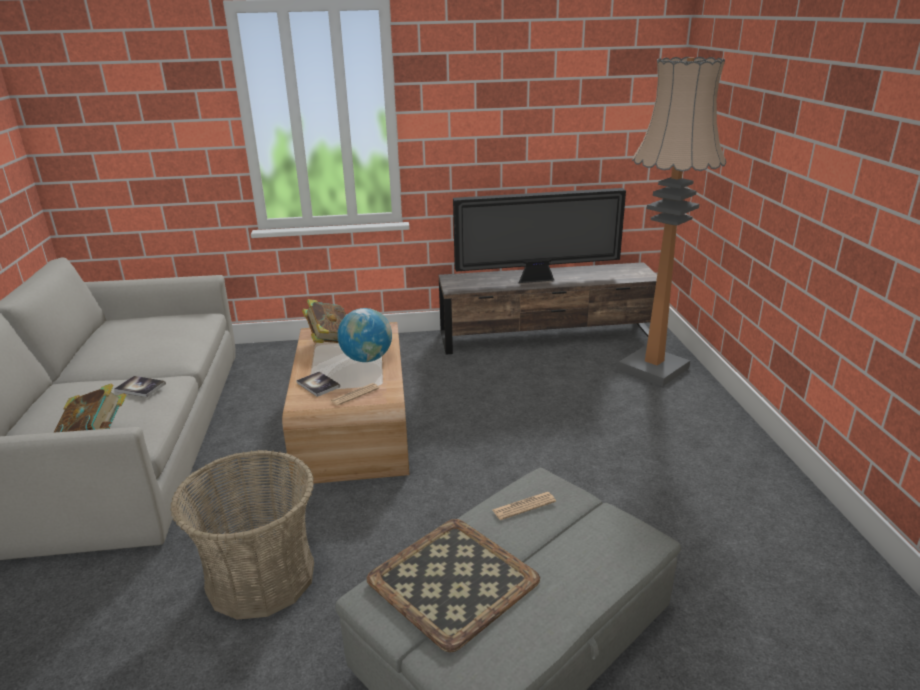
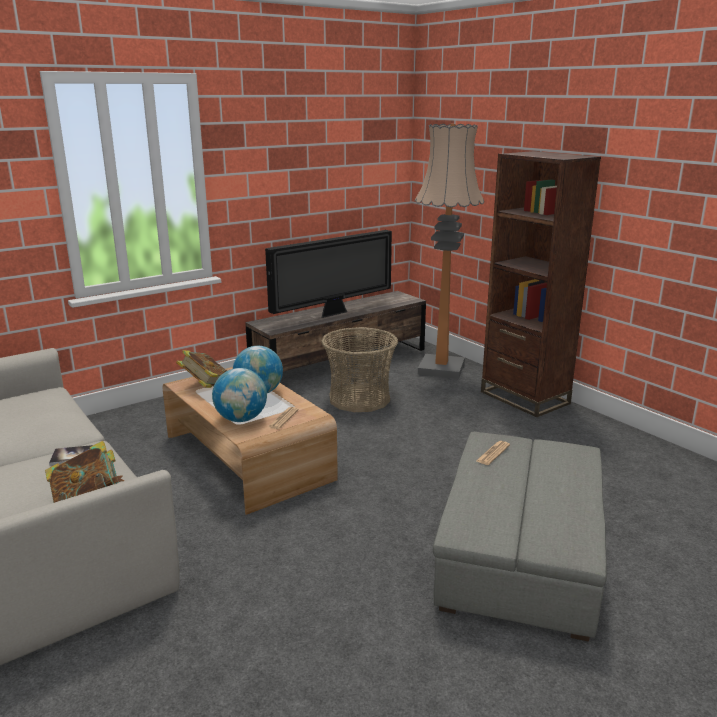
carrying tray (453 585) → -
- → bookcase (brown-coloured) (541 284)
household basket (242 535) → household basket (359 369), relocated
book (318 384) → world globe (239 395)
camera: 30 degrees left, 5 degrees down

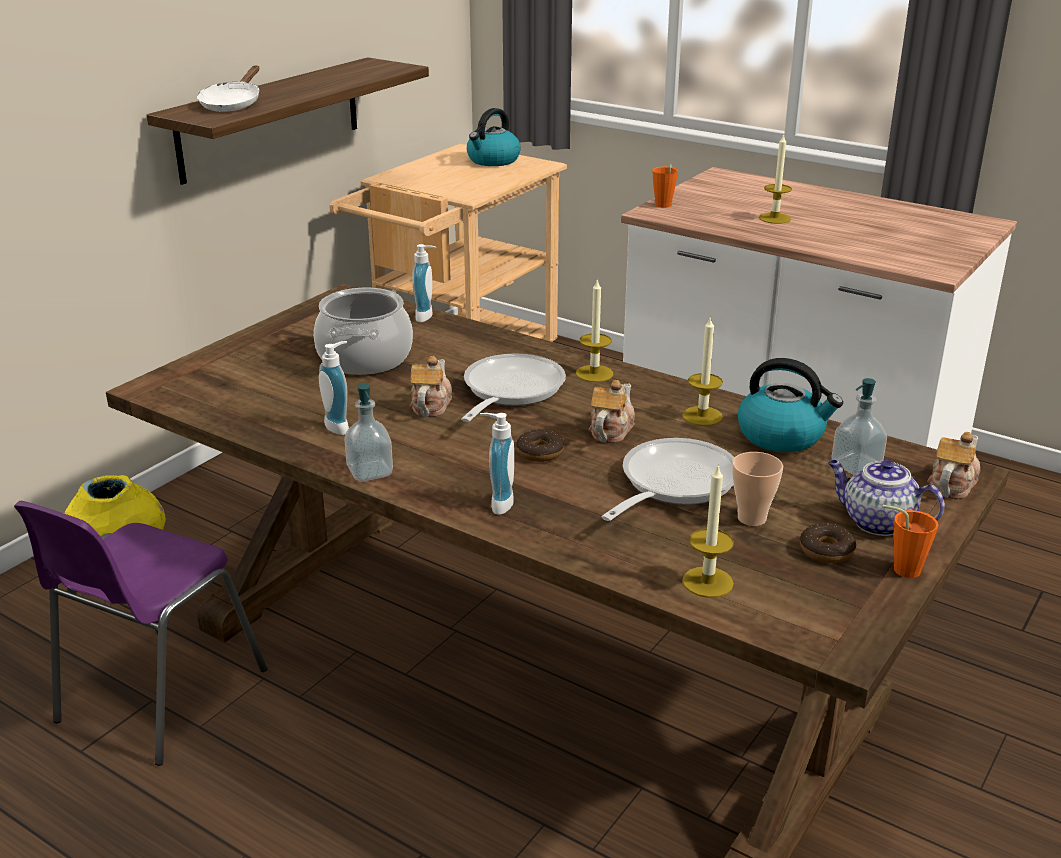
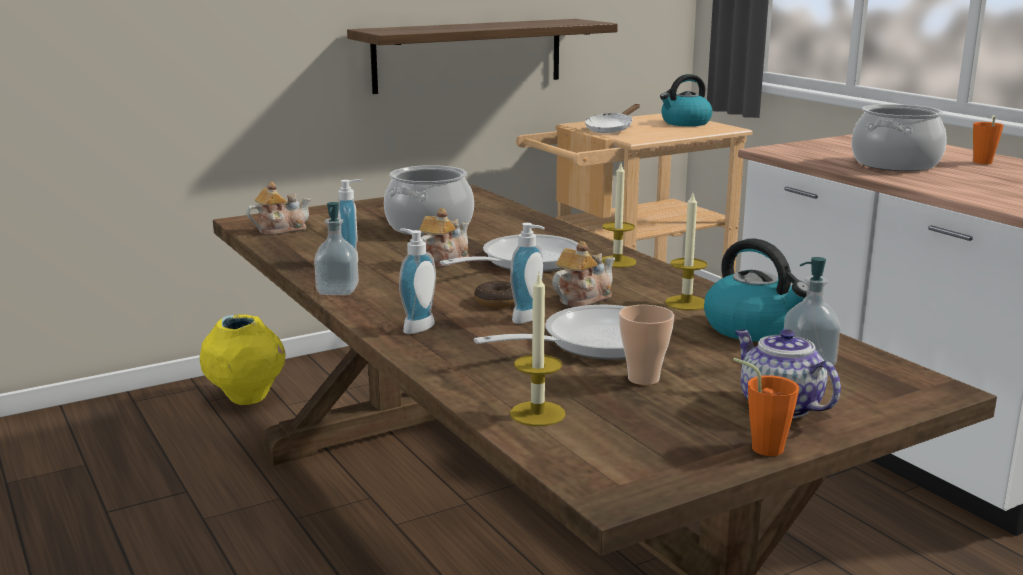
chair (purplish) (140 633) → -
donut (828 543) → -
pan (white) (228 89) → pan (white) (612 118), relocated
soap dispenser (424 283) → soap dispenser (527 273), relocated
drinking cup (orange-coloured) (665 185) → drinking cup (orange-coloured) (988 139), relocated
pot for tea (953 466) → pot for tea (278 208), relocated
candle (775 178) → saucepot (899 137)
camera: 25 degrees right, 10 degrees down

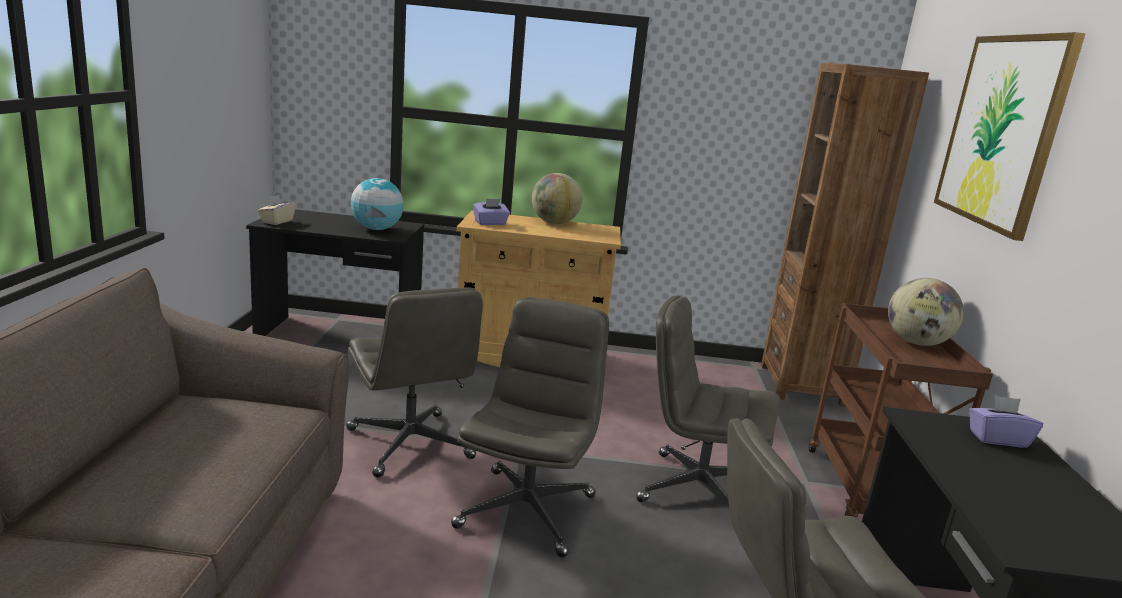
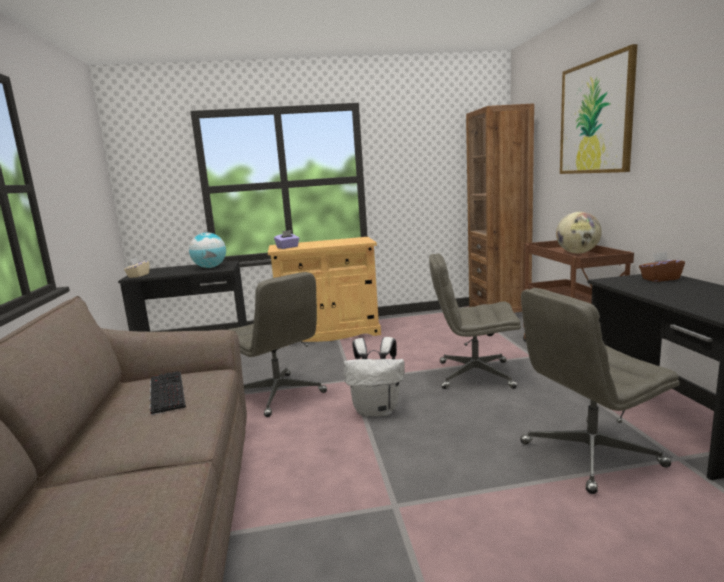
world globe (557 198) → -
- → PC keyboard (167 393)
desk chair (gray) (530 427) → backpack (white) (374 377)
box of tissues (purplish) (1006 421) → box of tissues (brown-coloured) (662 267)
camera: 10 degrees left, 5 degrees down

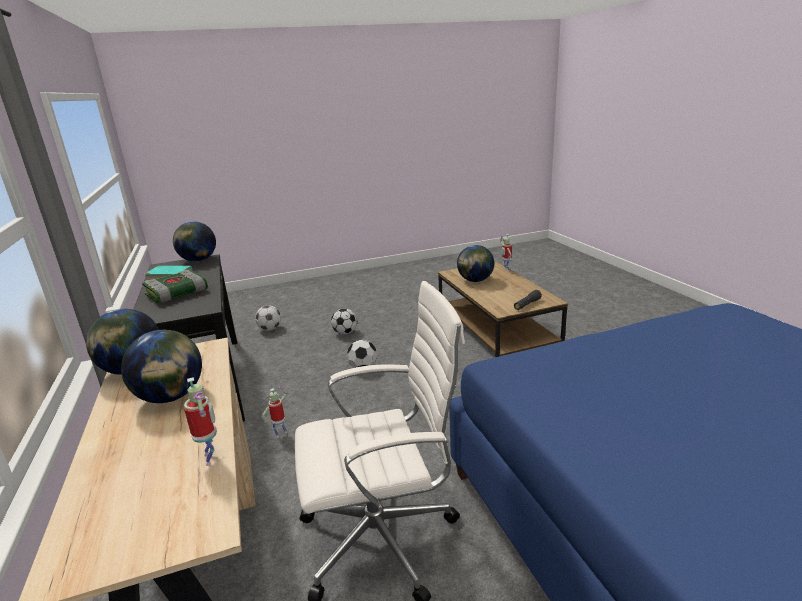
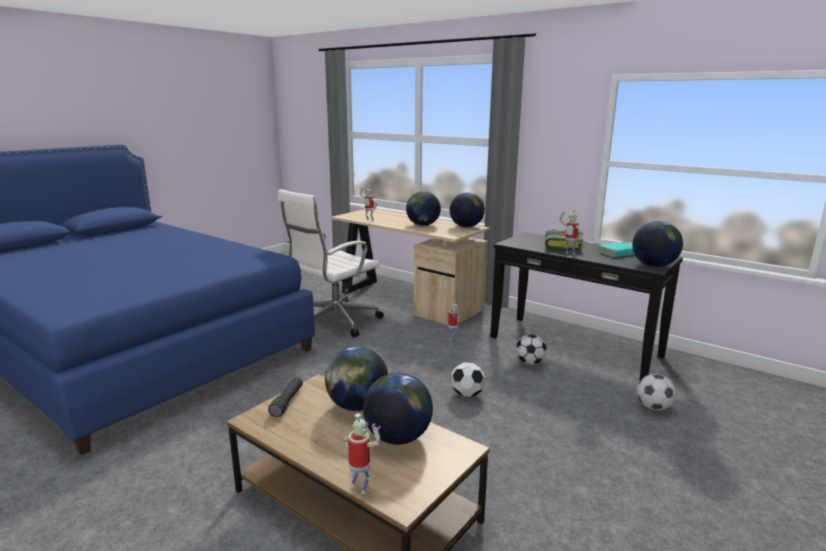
- → world globe (356 379)
- → toy robot (572 232)
football (344 321) → football (531 349), relocated
camera: 145 degrees right, 5 degrees down

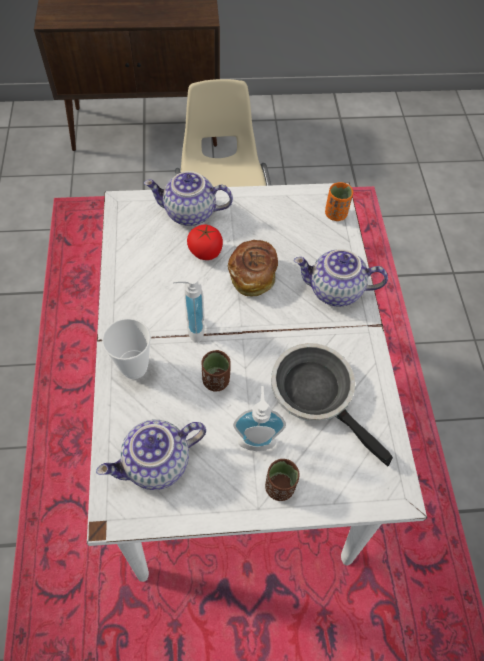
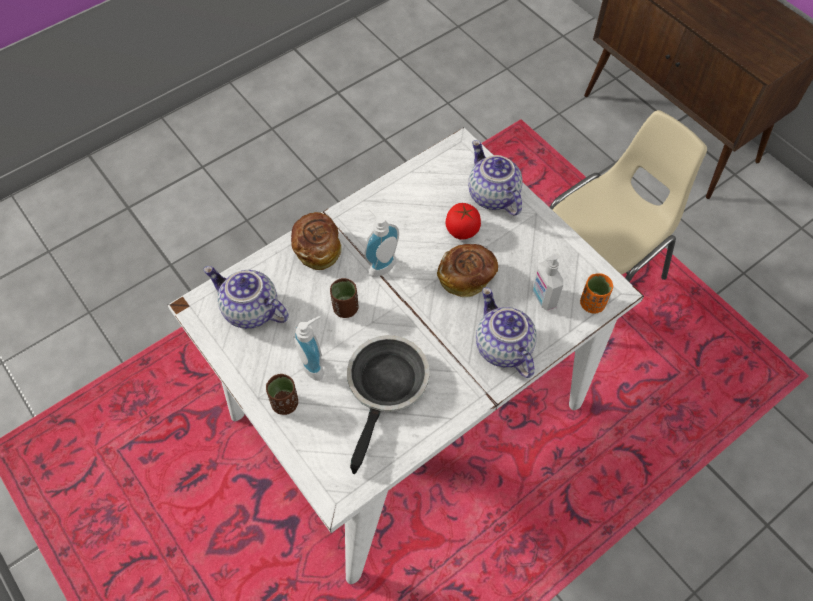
- → soap dispenser (547 282)
drinking cup (126 348) → bakery bread (316 241)
camera: 60 degrees right, 0 degrees up

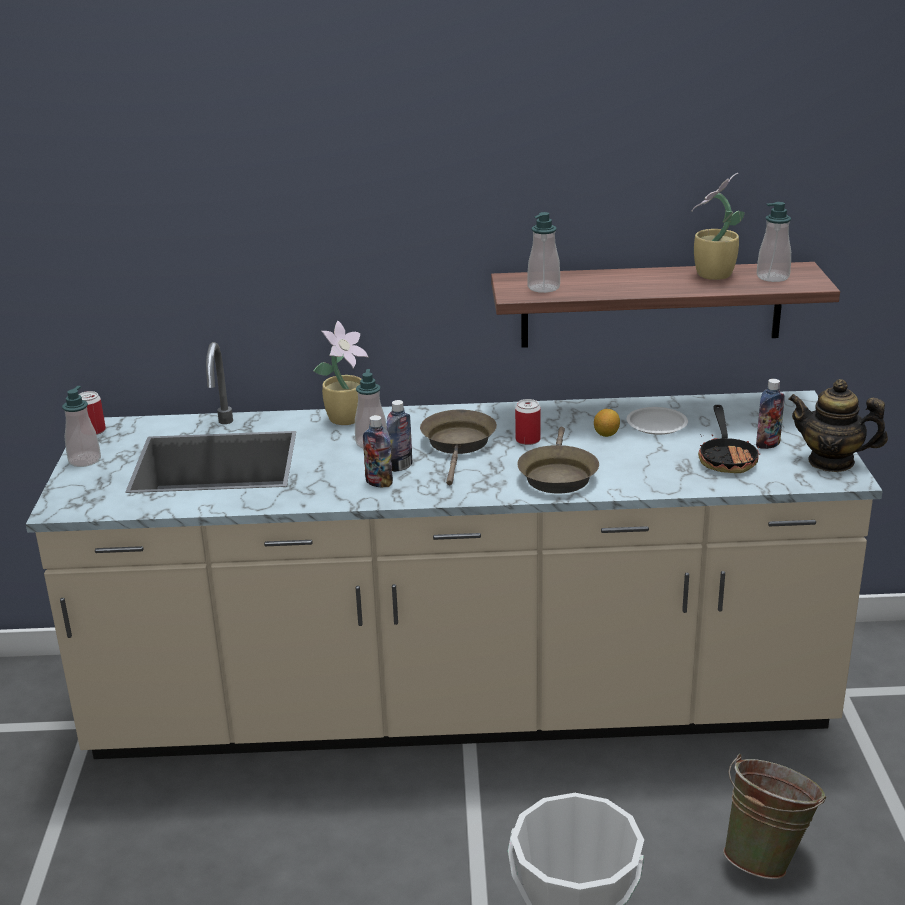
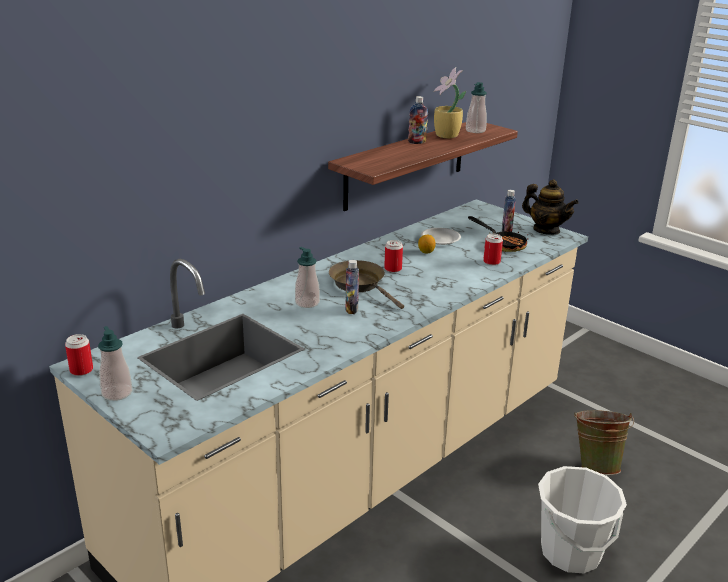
houseplant (340 372) → -
pan (brown-coloured) (558 460) → -
soap dispenser (543 252) → -
- → can (493 249)
drink bottle (378 451) → drink bottle (418 120), relocated
pot for tea (838 425) → pot for tea (550 207), 120 degrees counterclockwise
camera: 45 degrees left, 0 degrees up

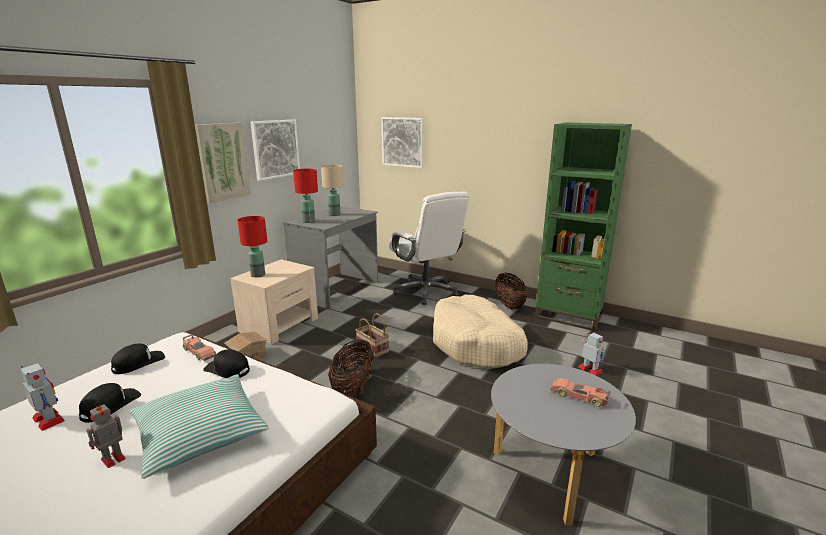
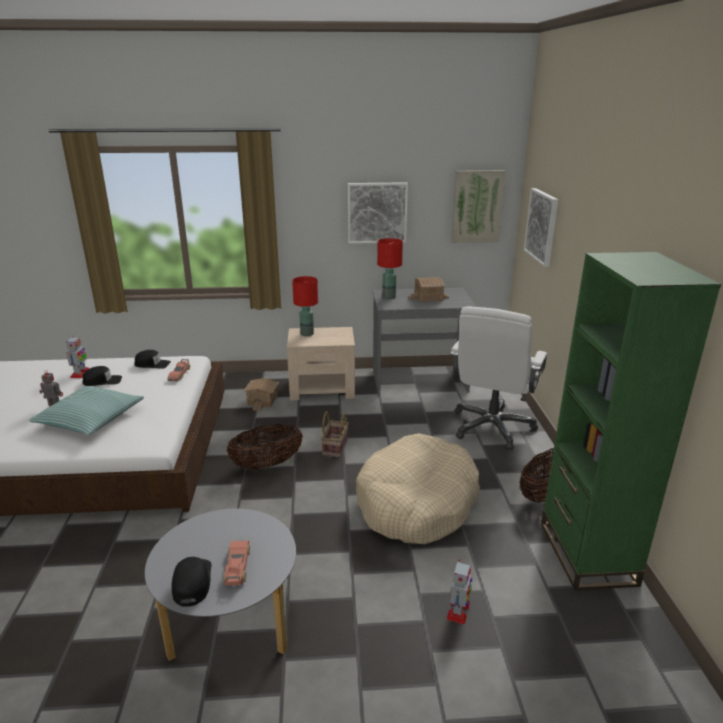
wall art (223 163) → wall art (478 206), relocated
peaked cap (blackish) (226 363) → peaked cap (blackish) (191 582), relocated
tabletop lamp (sand-coloured) (332 190) → toy house (428 289)
camera: 55 degrees right, 5 degrees up

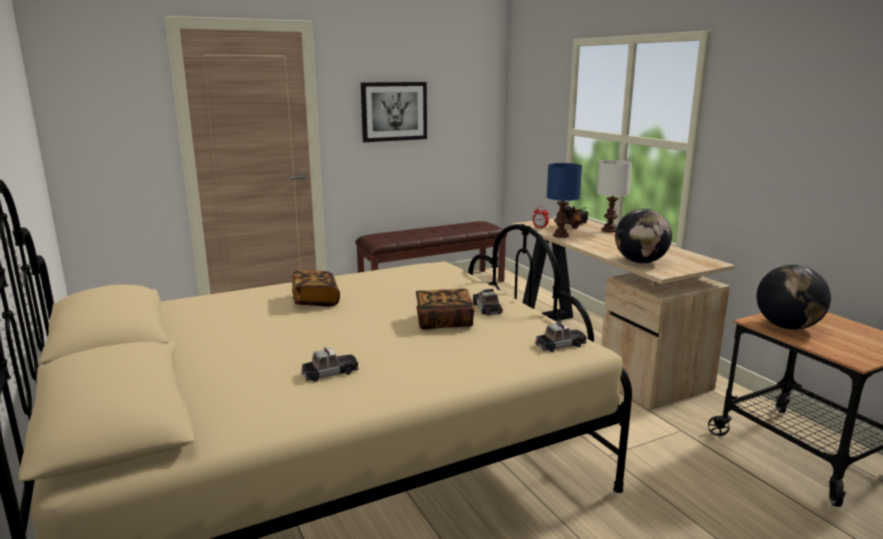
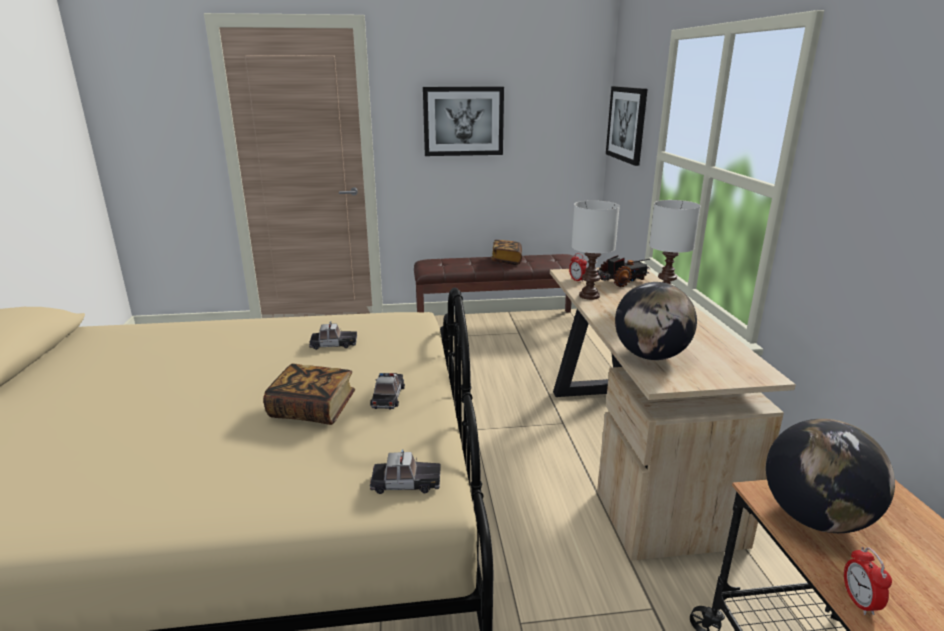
- → wall art (627 126)
- → bedside clock (868 581)
book (316 289) → book (506 252), relocated
model car (330 364) → model car (333 335), relocated
tabletop lamp (blue) (564 200) → tabletop lamp (white) (596 250)
camera: 20 degrees right, 5 degrees up

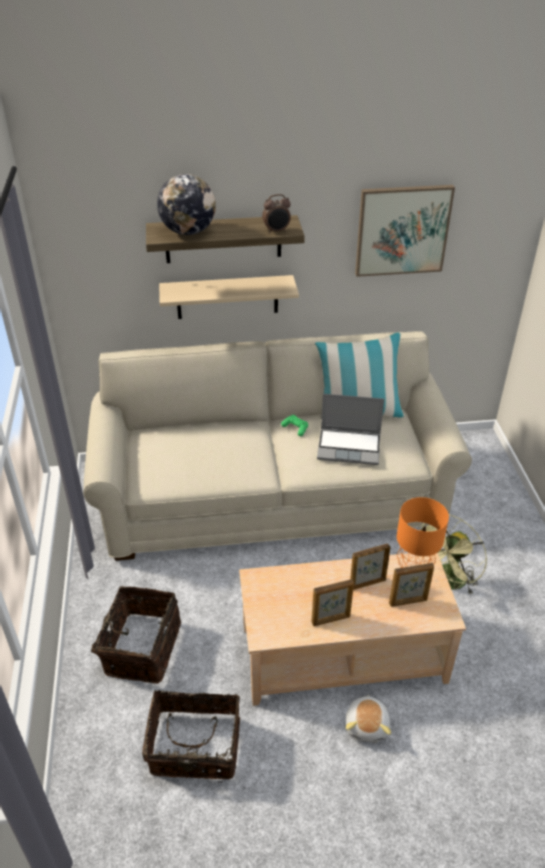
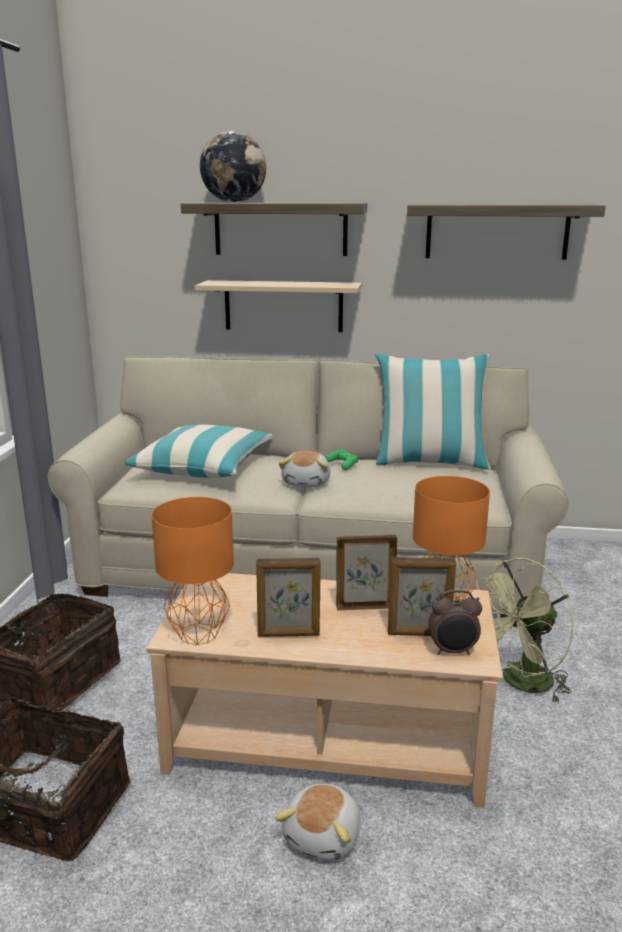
laptop (350 429) → -
- → pillow (199 451)
- → tabletop lamp (orange-coloured) (192 571)
- → soft toy (304 468)
bedside clock (276 214) → bedside clock (455 622), relocated
wall art (405 231) → wall shelf (506 232)
camera: 15 degrees right, 20 degrees down

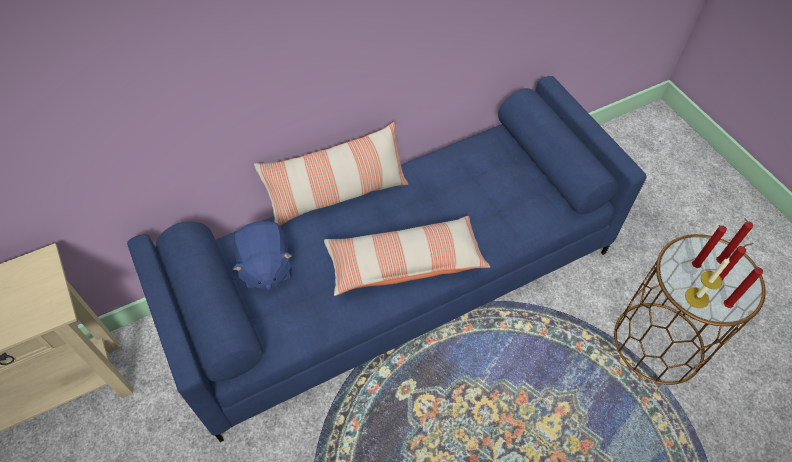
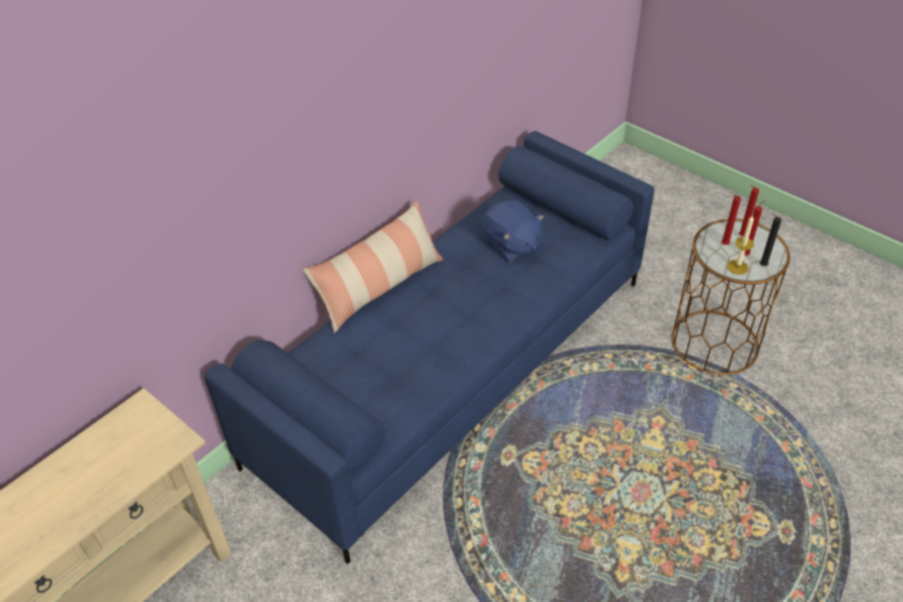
pillow (407 256) → -
soft toy (blue) (262 255) → soft toy (blue) (512 231), relocated
candle (reddish) (743 286) → candle (blackish) (771 240)
camera: 20 degrees left, 10 degrees down

